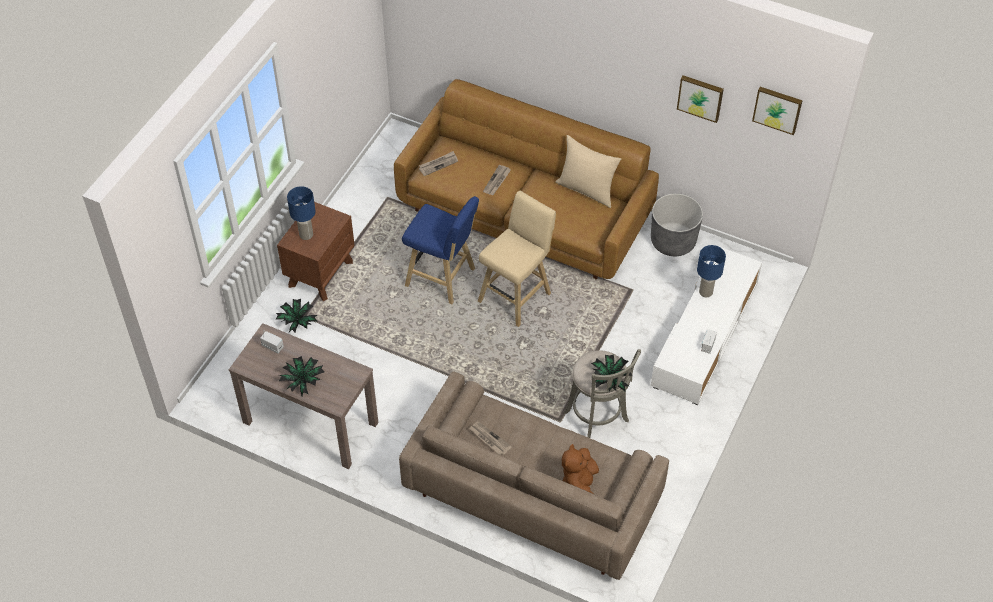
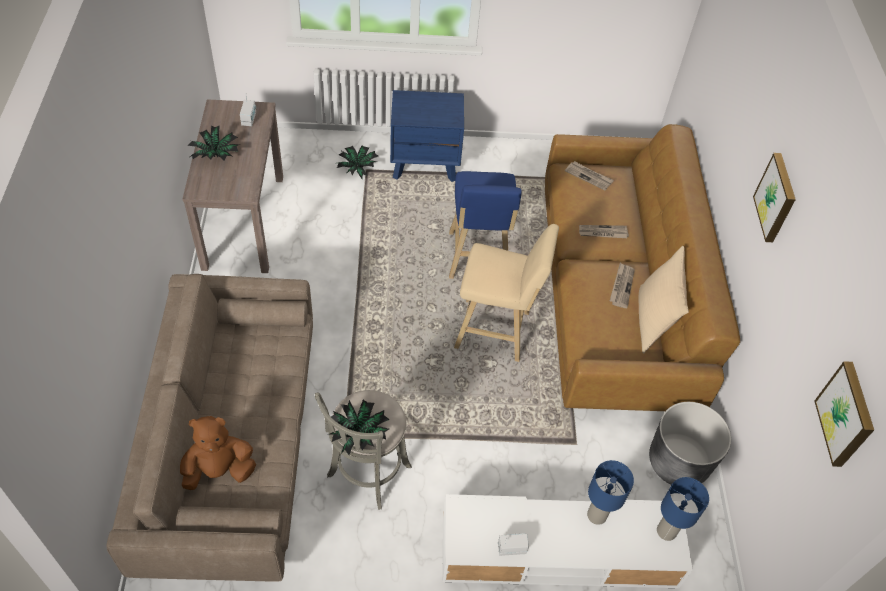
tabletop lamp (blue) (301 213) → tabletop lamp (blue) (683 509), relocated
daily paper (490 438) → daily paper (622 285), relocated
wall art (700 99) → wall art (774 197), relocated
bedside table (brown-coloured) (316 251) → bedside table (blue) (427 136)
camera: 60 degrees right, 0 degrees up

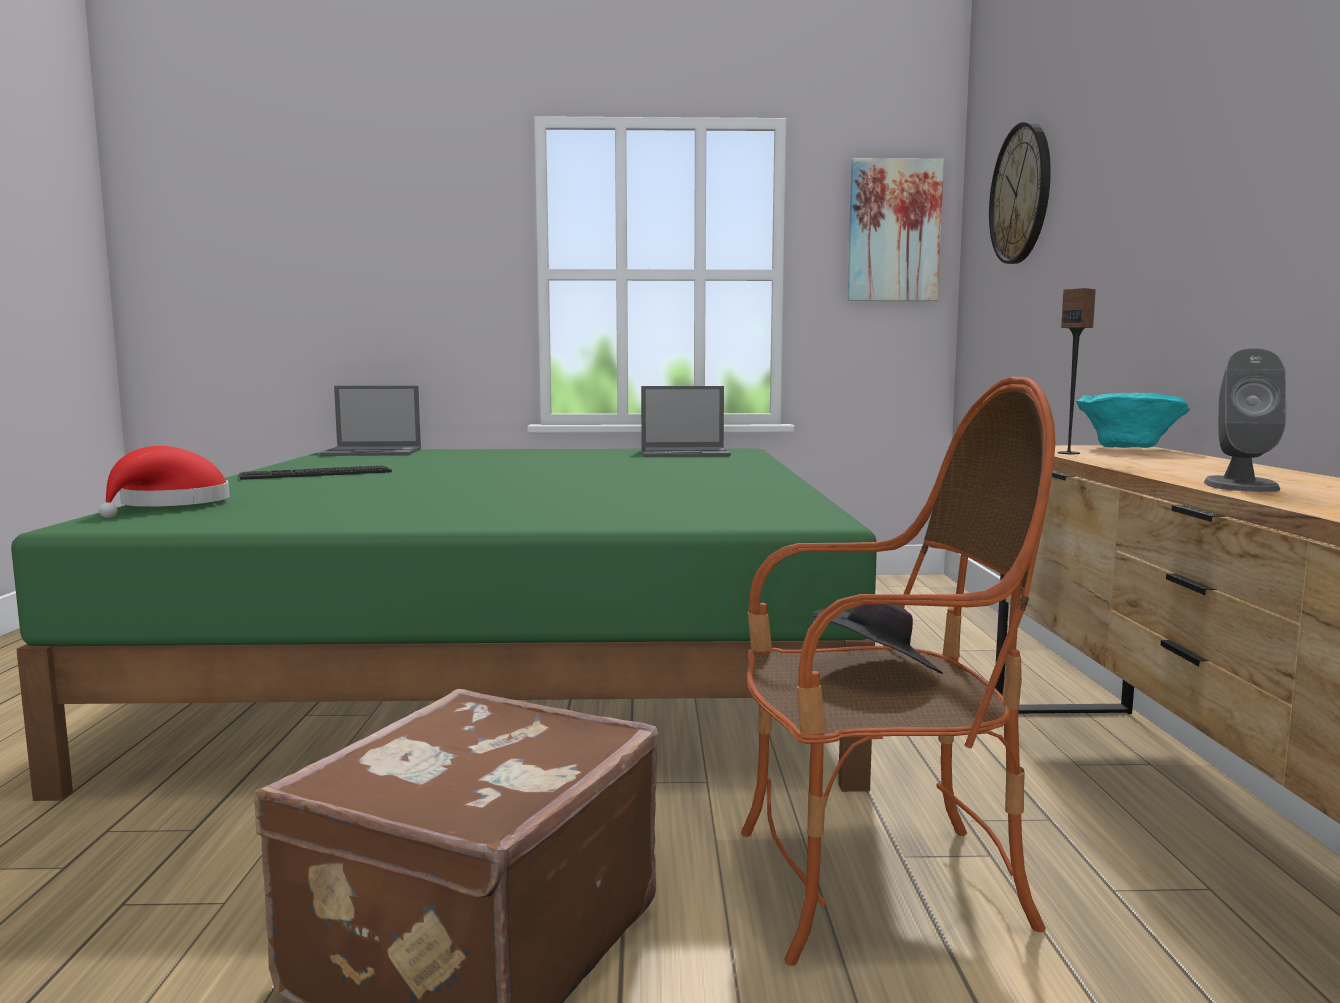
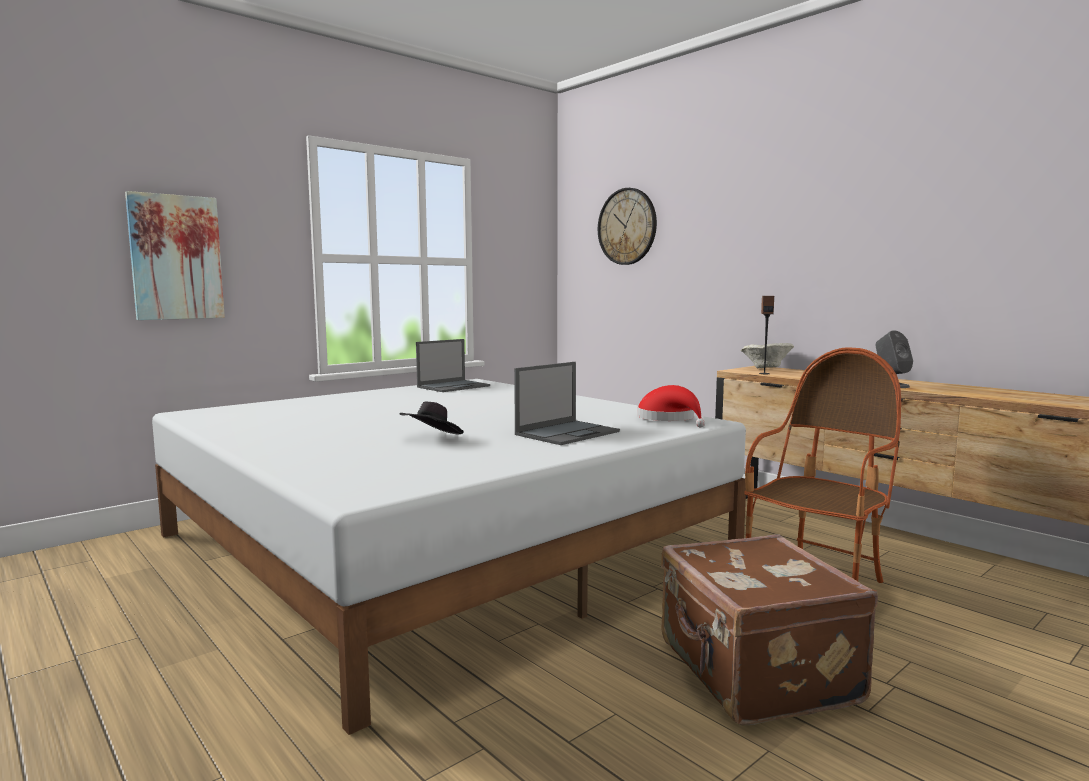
PC keyboard (315 472) → -
wearable hat (reddish) (164 482) → wearable hat (reddish) (671 406), relocated
laptop (370 421) → laptop (567 403), relocated
wearable hat (blackish) (877 639) → wearable hat (blackish) (432 418), relocated
wall art (895 229) → wall art (175 255), relocated
bed (green-coloured) (444 625) → bed (white) (449 557)
serving bowl (turquoise-coloured) (1133 420) → serving bowl (sand-coloured) (767 355)
camera: 40 degrees left, 0 degrees up

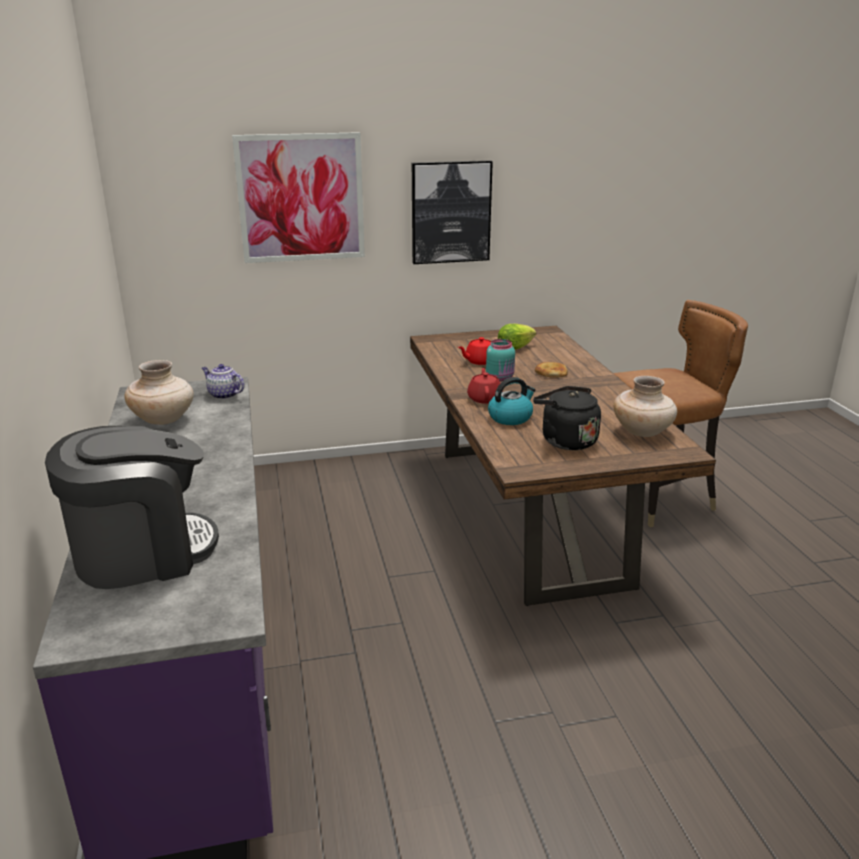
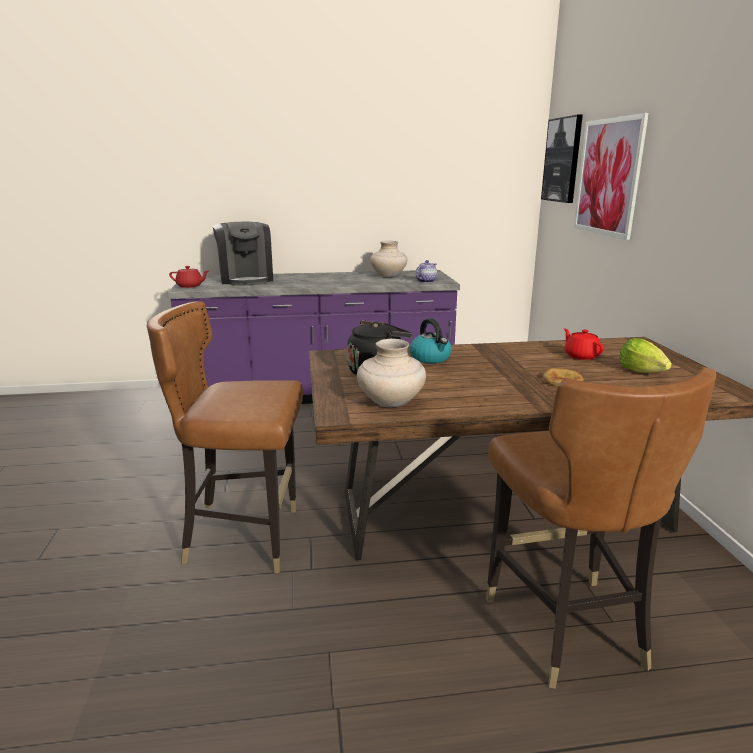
jar (turquoise-coloured) (500 360) → -
- → chair (brown-coloured) (225 437)
wall art (452 212) → wall art (562 159), relocated
pot for tea (reddish) (485 386) → pot for tea (reddish) (189 277), relocated
camera: 95 degrees right, 5 degrees down

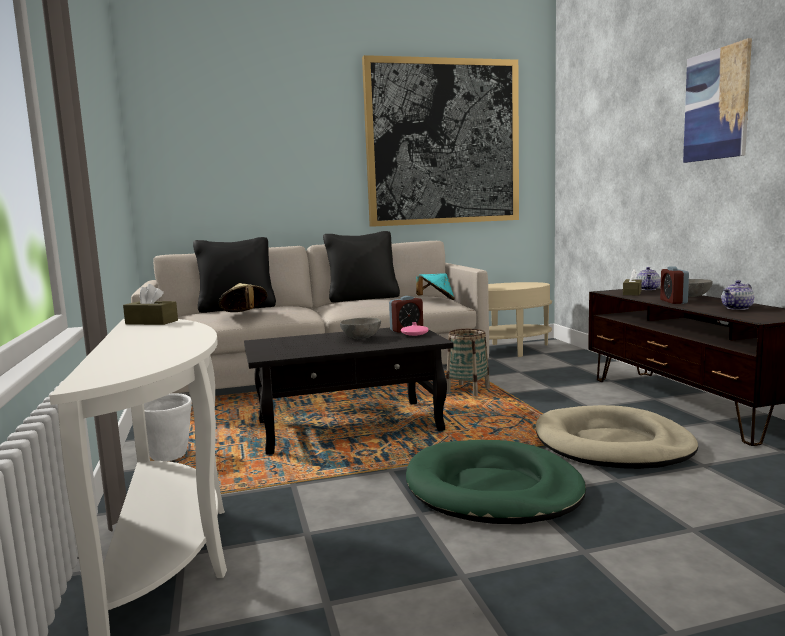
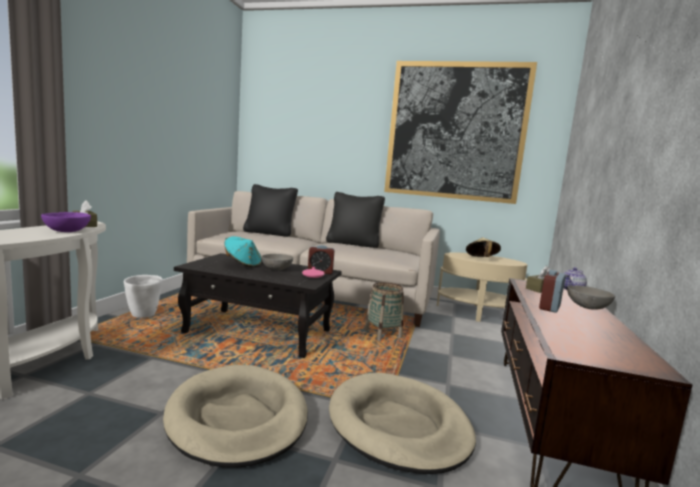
wall art (717 100) → -
pot for tea (738 295) → -
- → serving bowl (purplish) (66 222)
wearable hat (sand-coloured) (243 297) → wearable hat (sand-coloured) (483 247), relocated
wearable hat (turquoise-coloured) (435 286) → wearable hat (turquoise-coloured) (243 251), relocated
dog cushion (green-coloured) (496 482) → dog cushion (sand-coloured) (235 416)
camera: 30 degrees right, 0 degrees up

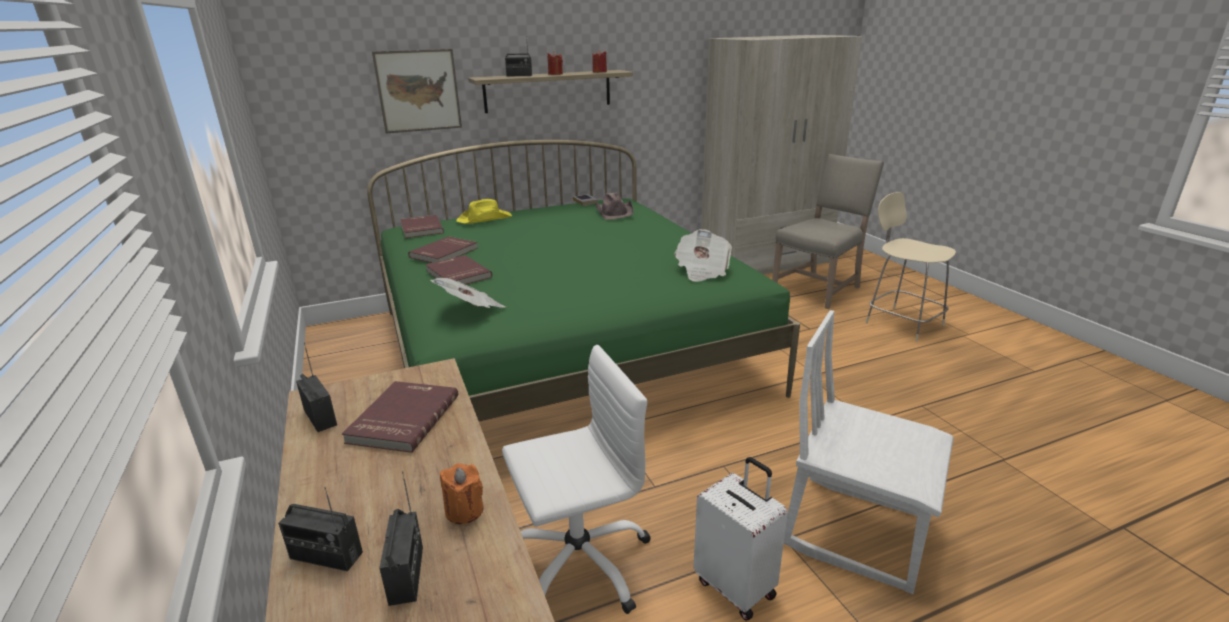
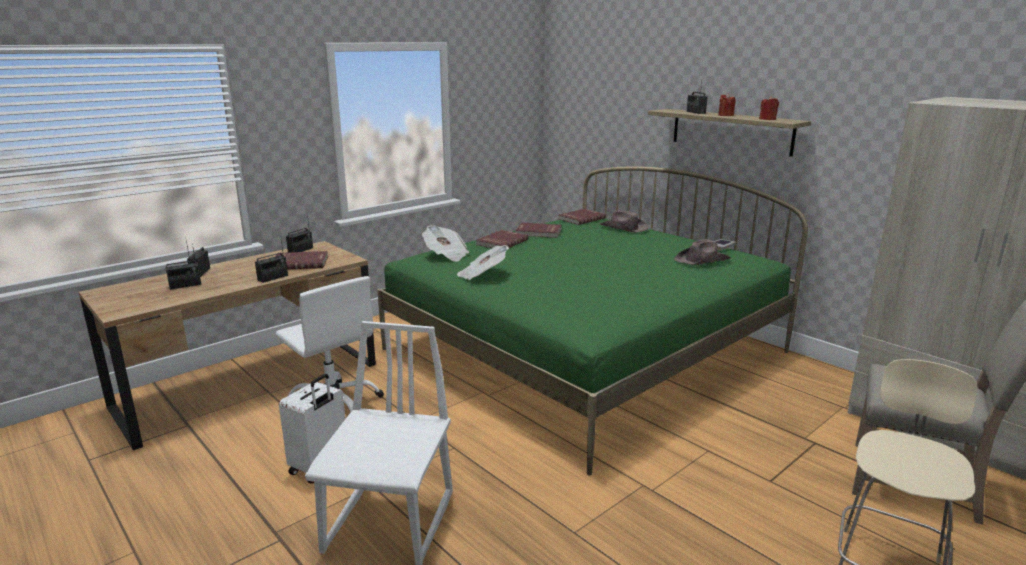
wall art (417 91) → -
candle (orange-coloured) (461 493) → -
- → radio set (271 261)
daily paper (703 255) → daily paper (483 262), relocated
wearable hat (yellow-coloured) (484 211) → wearable hat (brown-coloured) (624 221)
camera: 70 degrees right, 5 degrees down

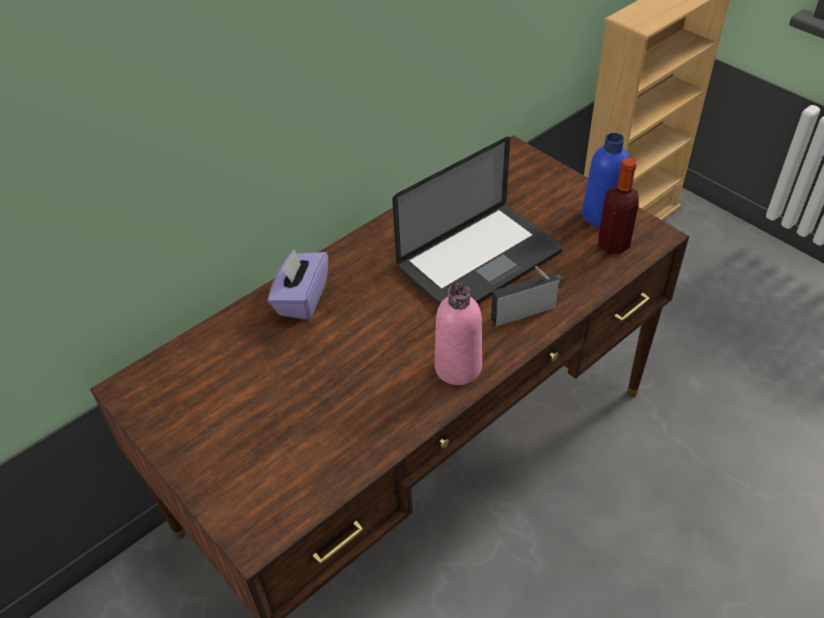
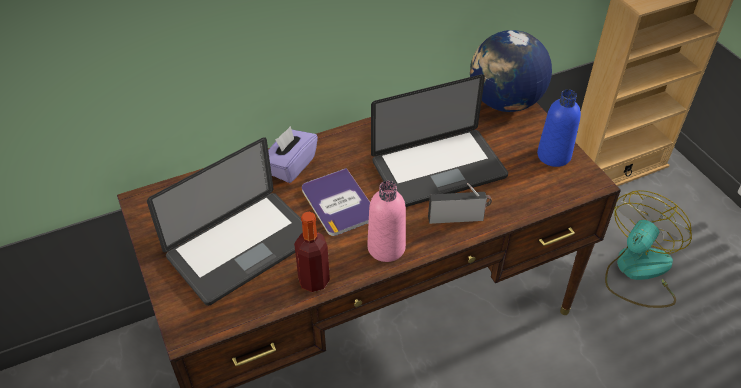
- → laptop (225 221)
- → book (336 202)
- → world globe (511 71)
- → cooling fan (648 249)
drink bottle (618 206) → drink bottle (312 252), relocated
camera: 15 degrees right, 0 degrees up

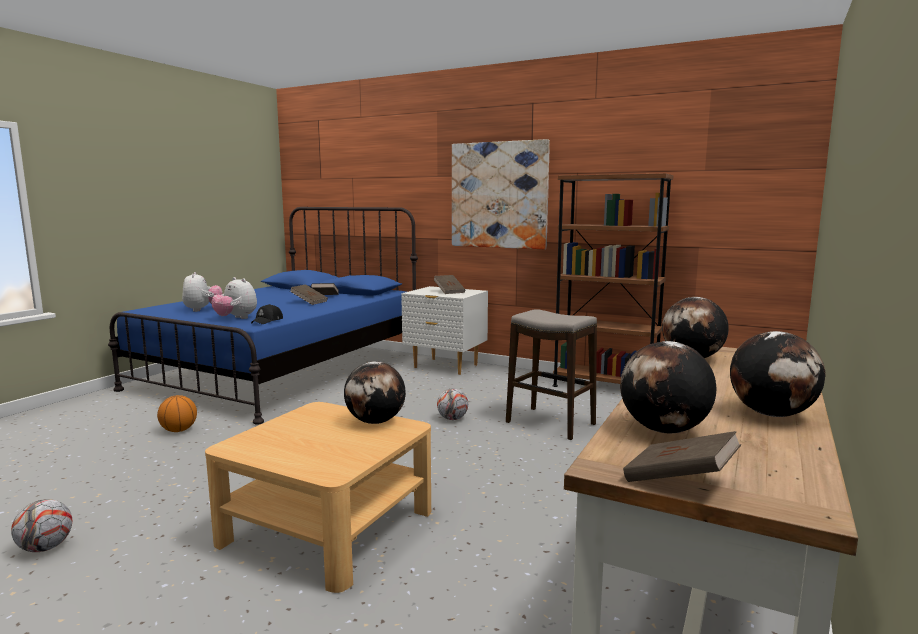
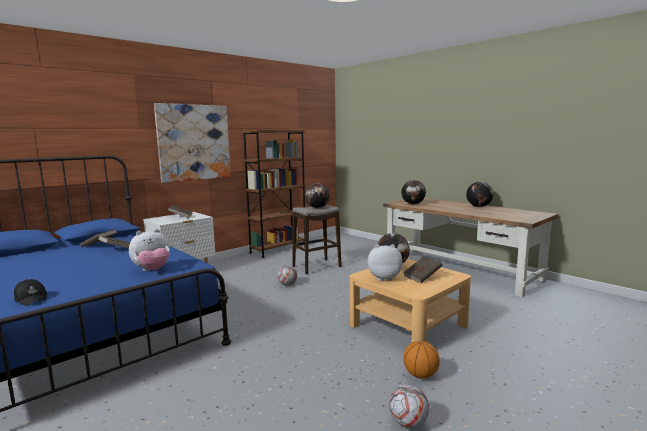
ball for basketball (177 413) → ball for basketball (421 360), relocated
soft toy (202 292) → soft toy (385 262), relocated
peaked cap (blackish) (267 314) → peaked cap (blackish) (30 292), relocated
world globe (668 387) → world globe (317 195), relocated
book (brown-coloured) (682 456) → book (brown-coloured) (422 269), relocated
camera: 70 degrees left, 0 degrees up

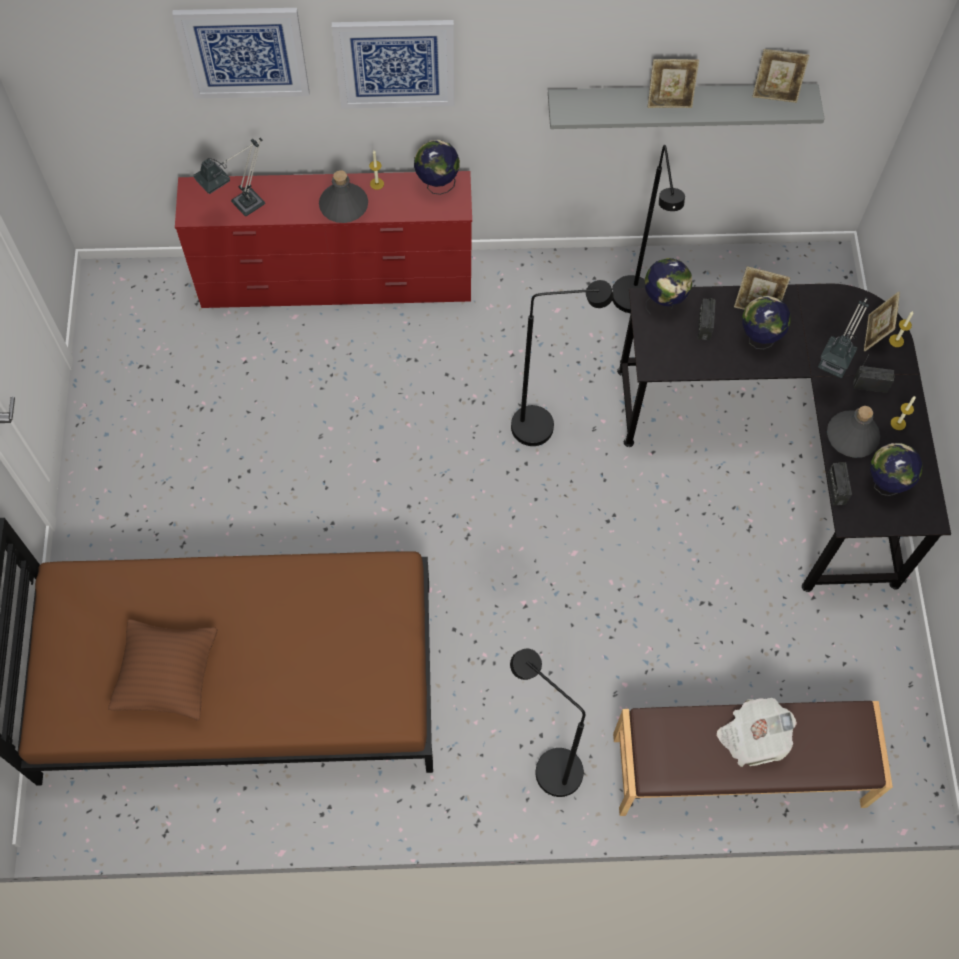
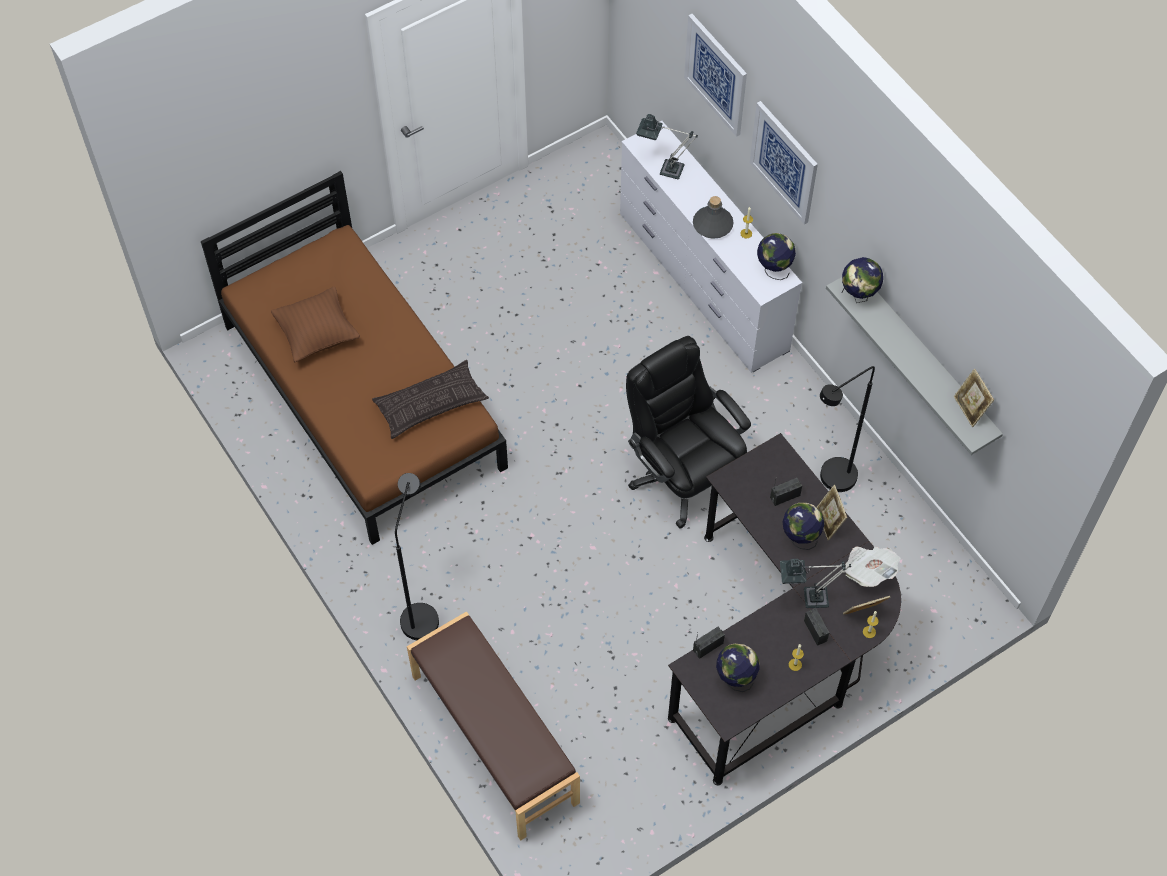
standing frame (673 83) → -
drink bottle (gray) (853 432) → -
- → pillow (430 399)
world globe (668 286) → world globe (862 280), relocated
daily paper (757 732) → daily paper (872 567), relocated
standard lamp (blackish) (562 363) → desk chair (blackish) (688 432)
drawer chest (reddish) (323 239) → drawer chest (white) (711 247)
camera: 60 degrees right, 5 degrees down

